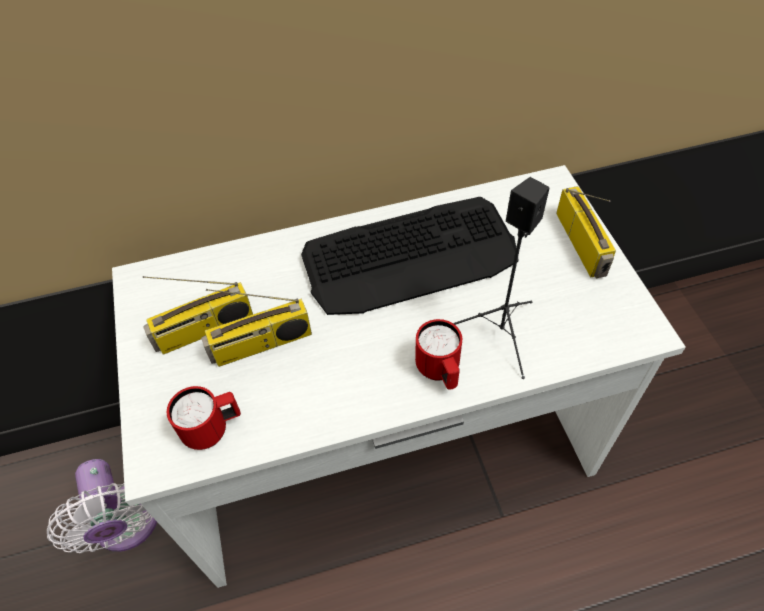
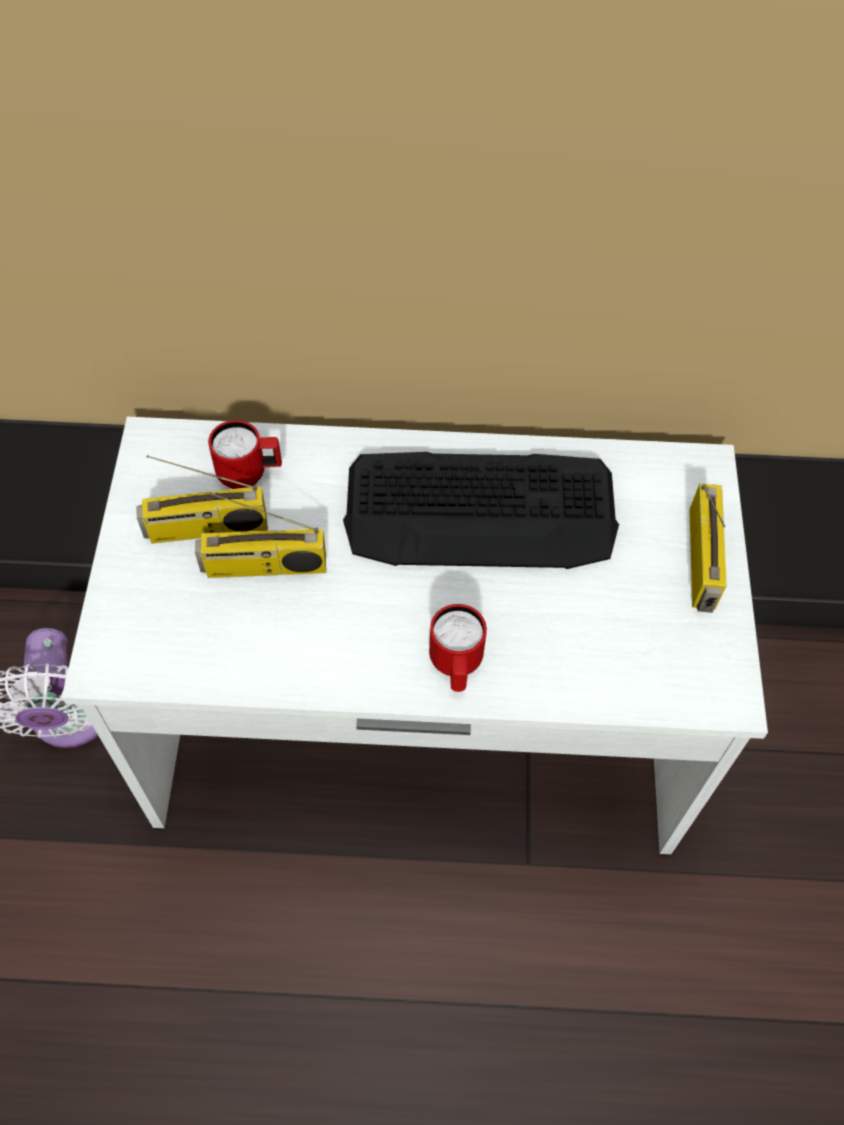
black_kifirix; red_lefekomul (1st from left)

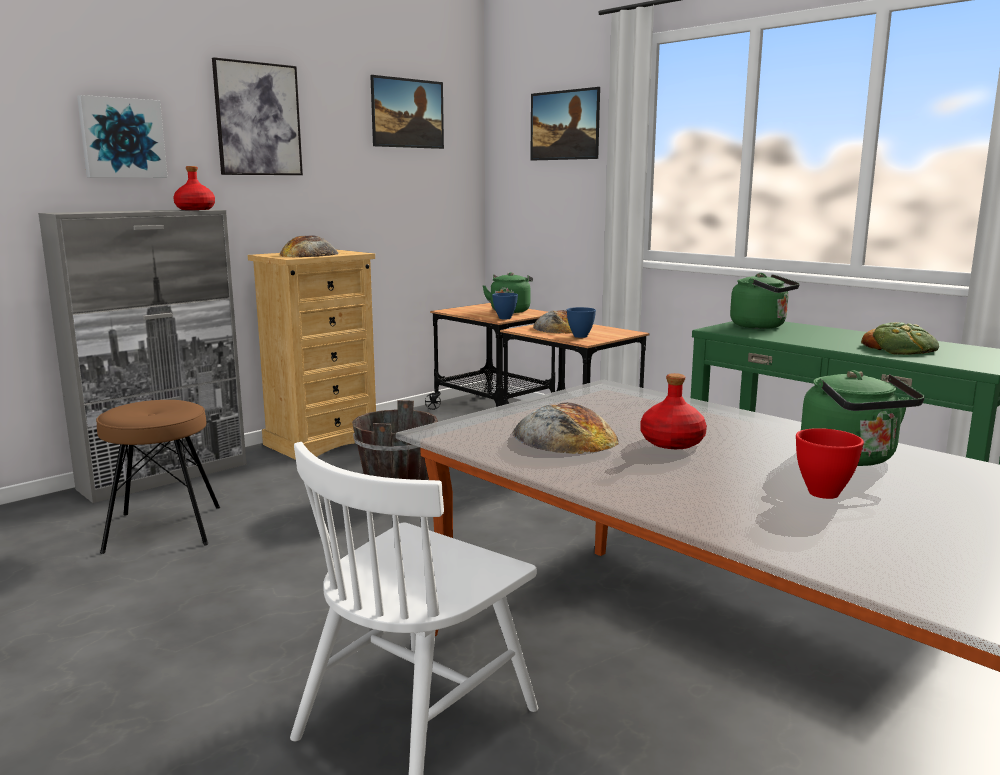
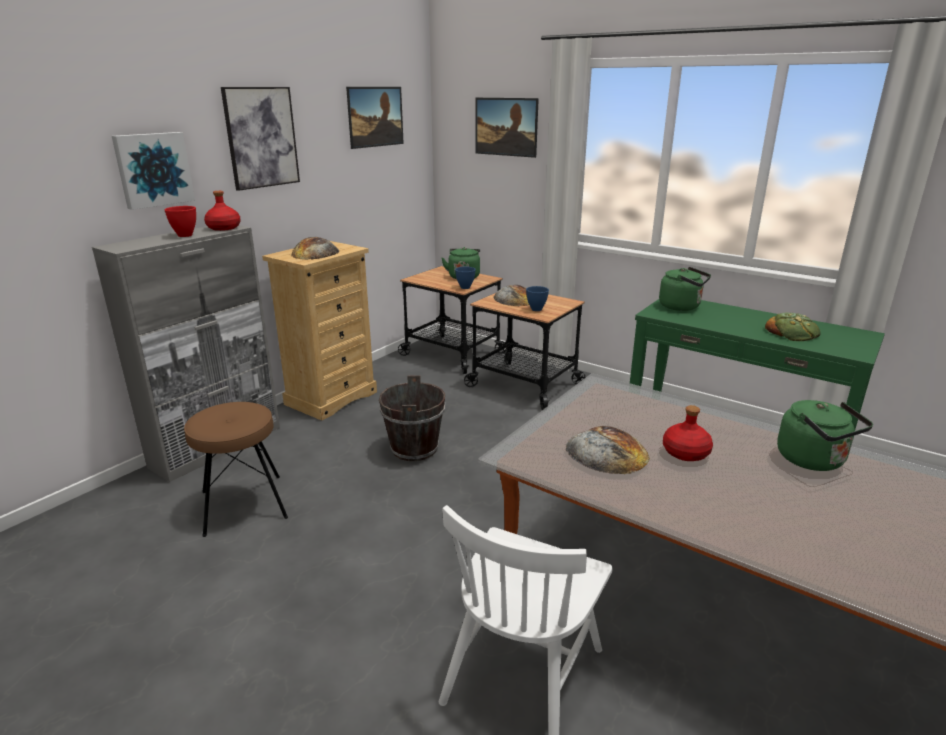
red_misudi

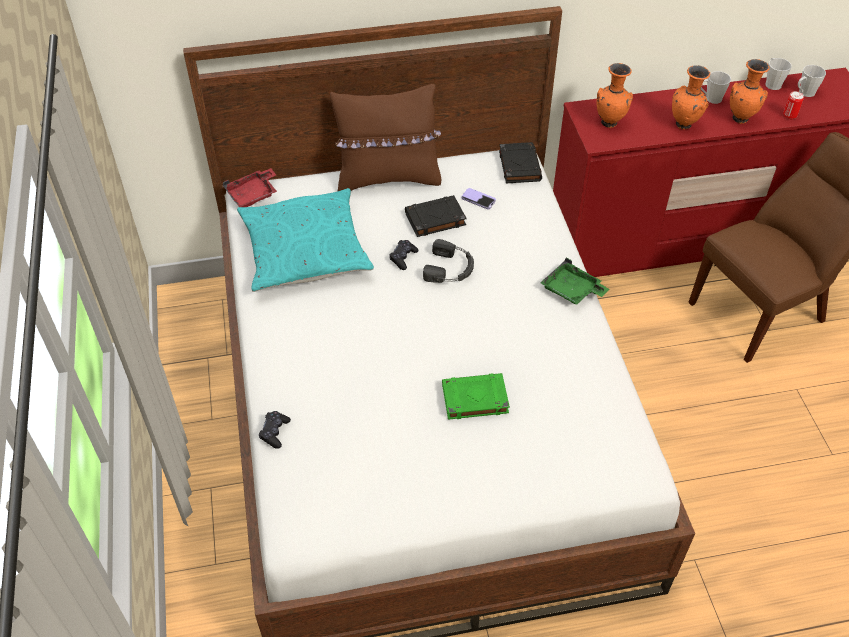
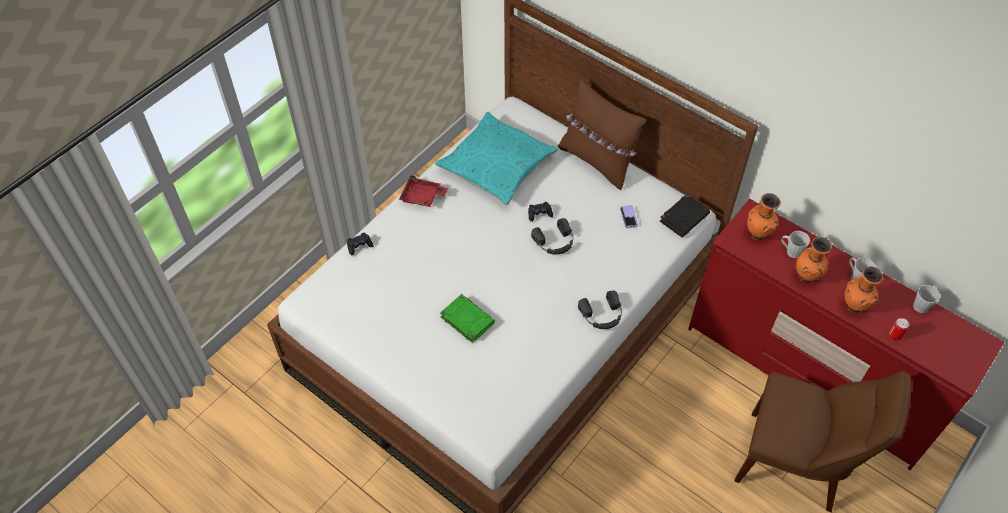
grey_lefekomul (1st from left); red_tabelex; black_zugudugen (1st from left in the first image); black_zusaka (2nd from left)

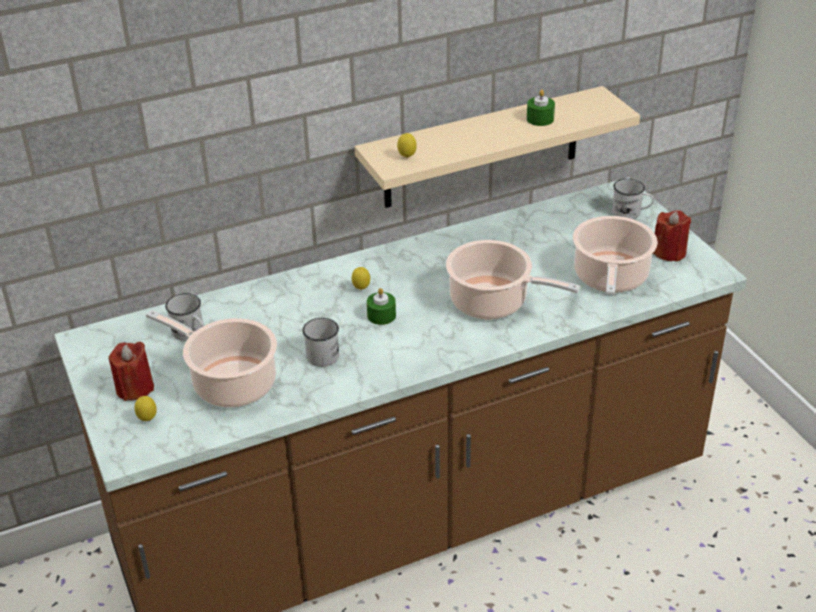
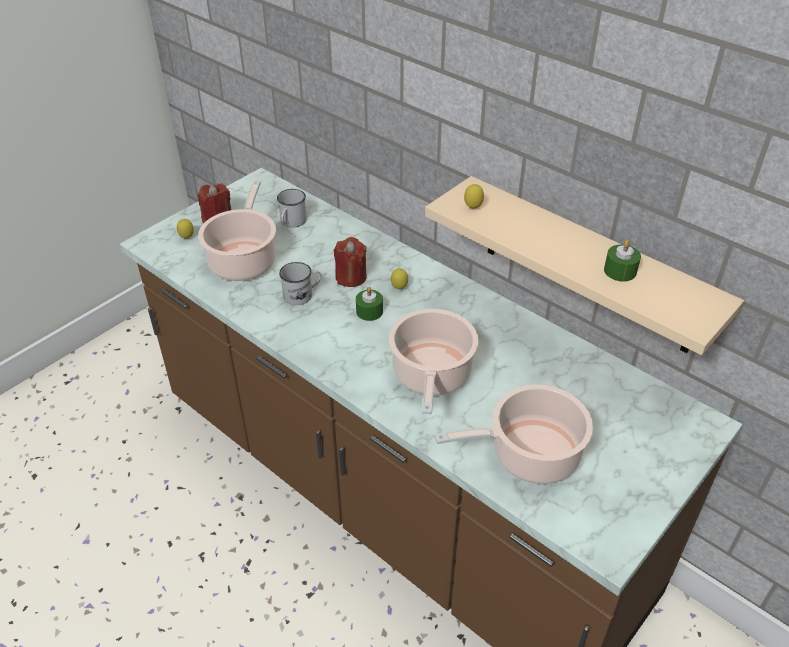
white_lefekomul (3rd from left in the first image); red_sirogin (2nd from left)

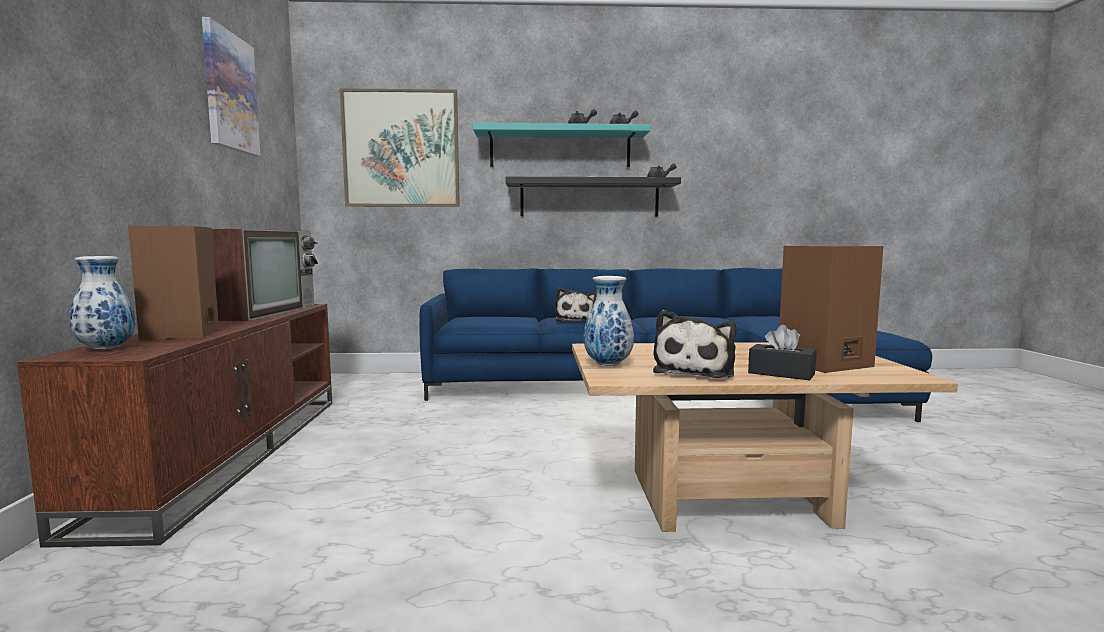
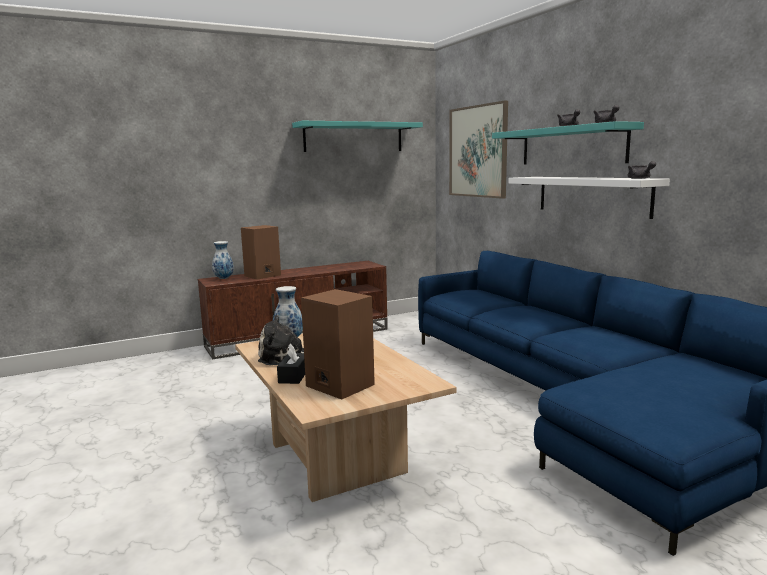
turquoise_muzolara (1st from left); white_muzolara; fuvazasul; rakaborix (1st from left in the first image)

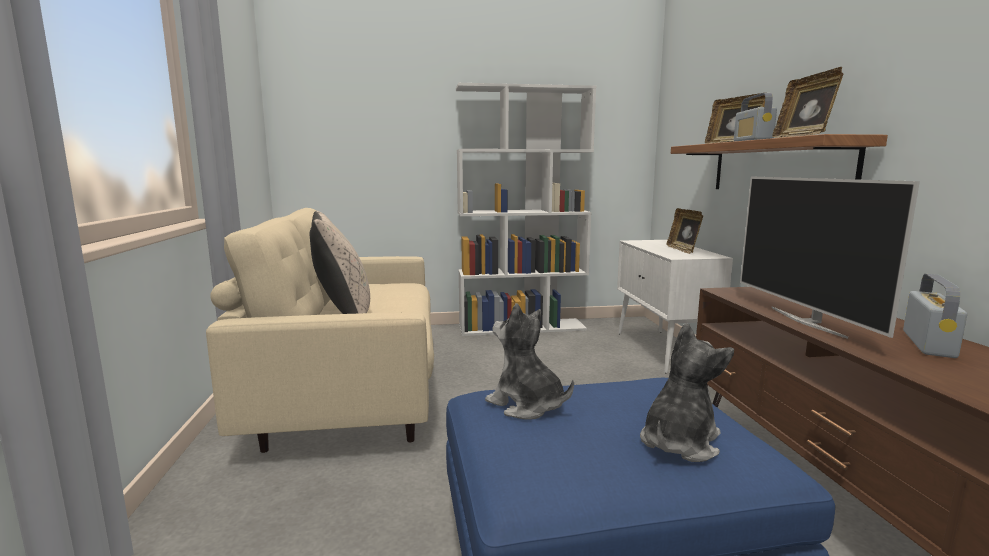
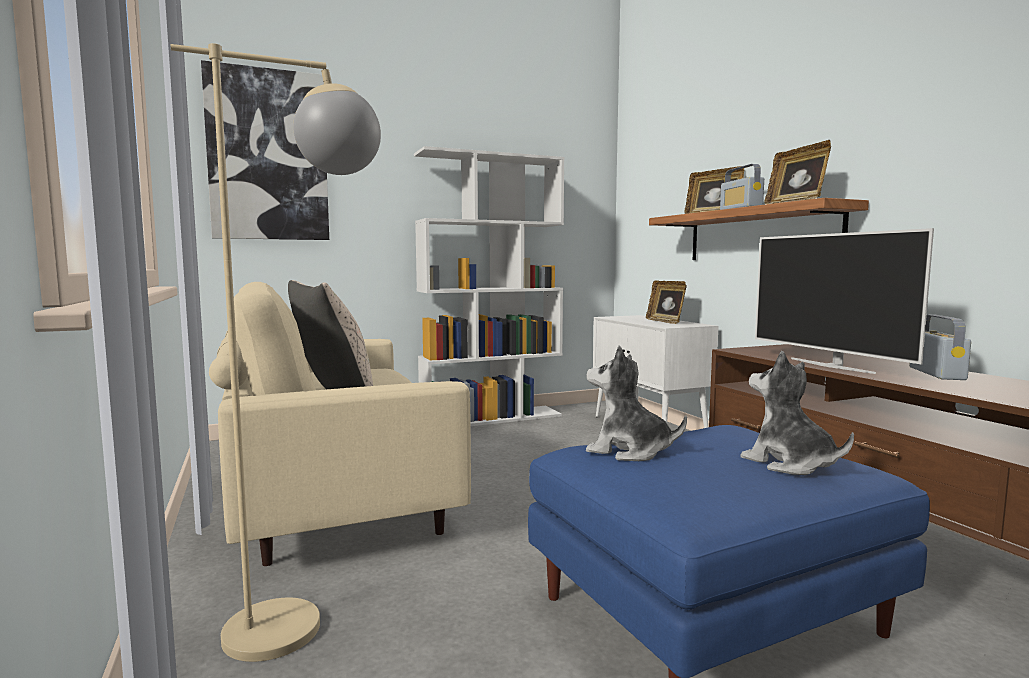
rakaborix (2nd from left); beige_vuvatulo; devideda

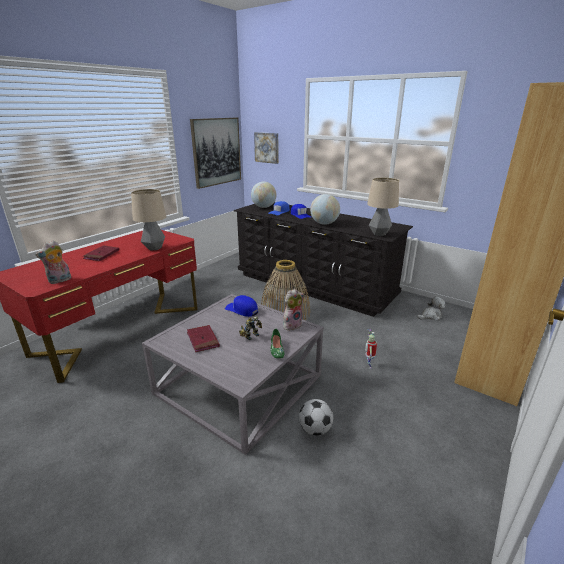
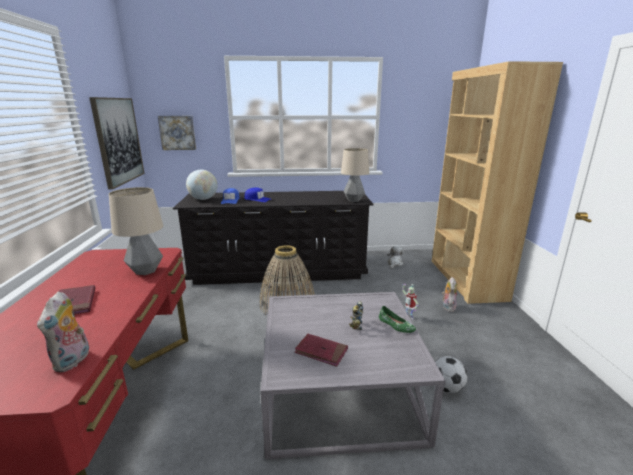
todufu (2nd from left in the first image); rakaborix (3rd from left); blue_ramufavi (1st from left in the first image)

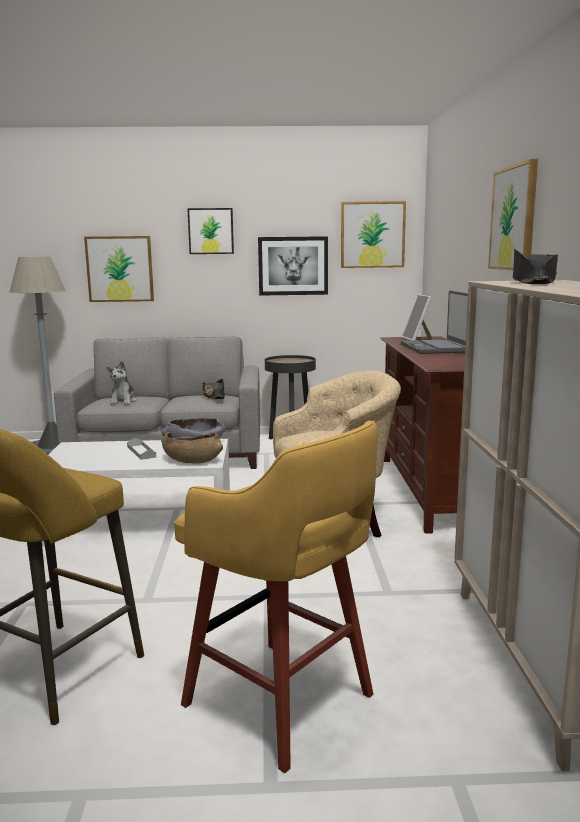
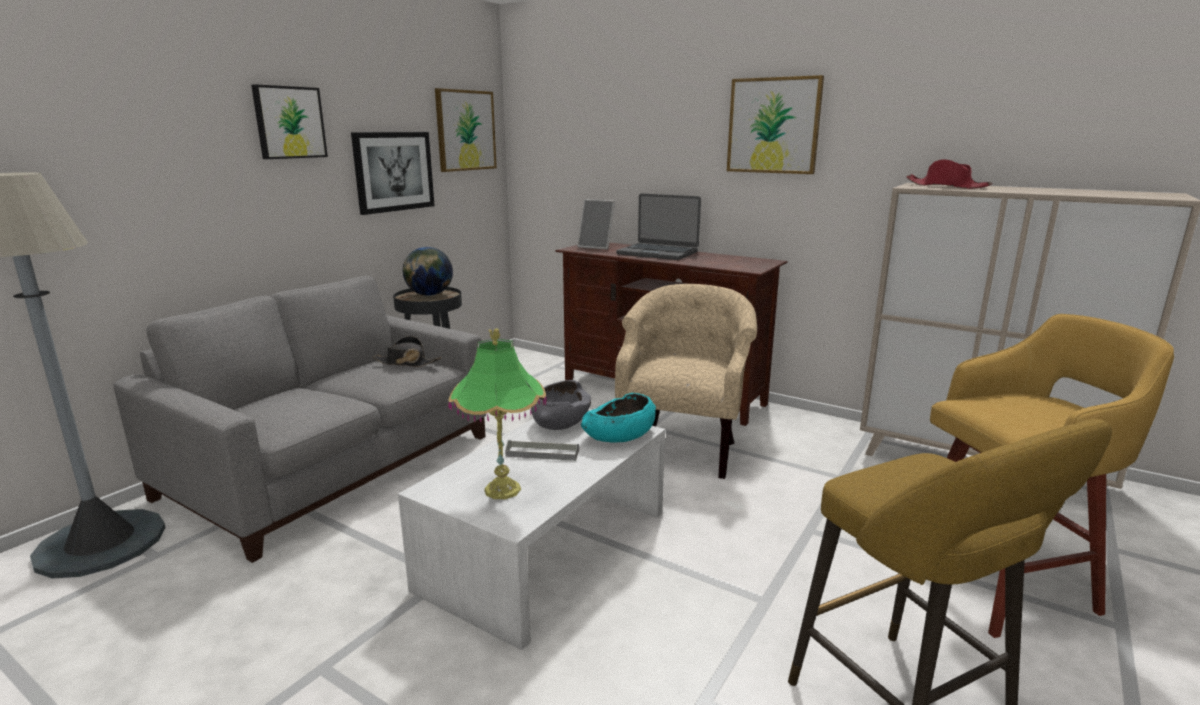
devideda (1st from left in the first image); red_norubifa; rakaborix; turquoise_misudi; todufu; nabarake

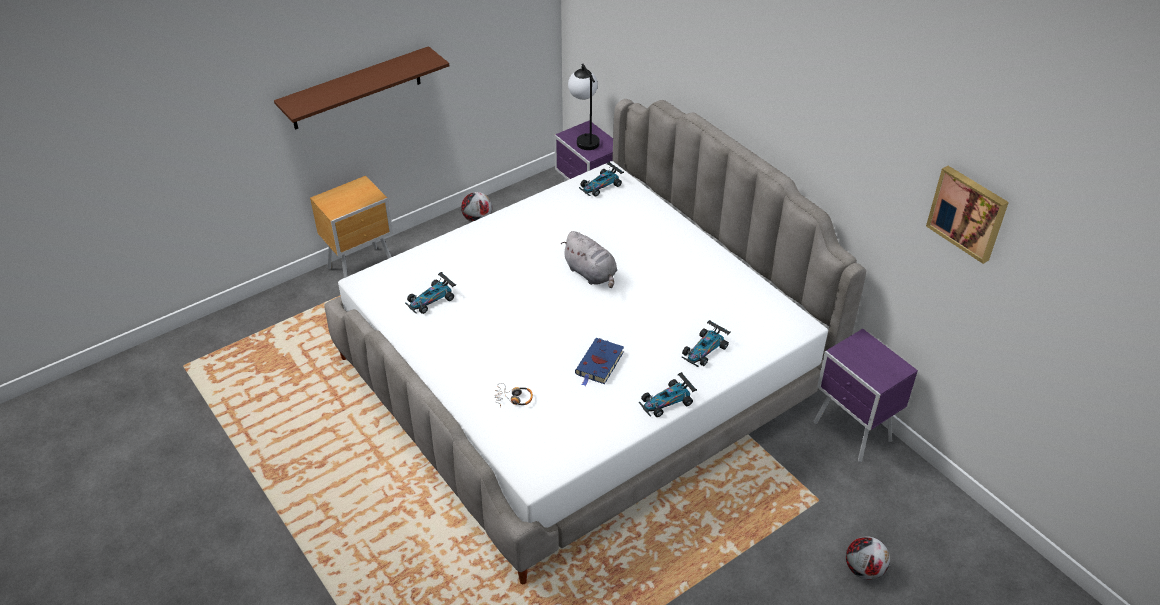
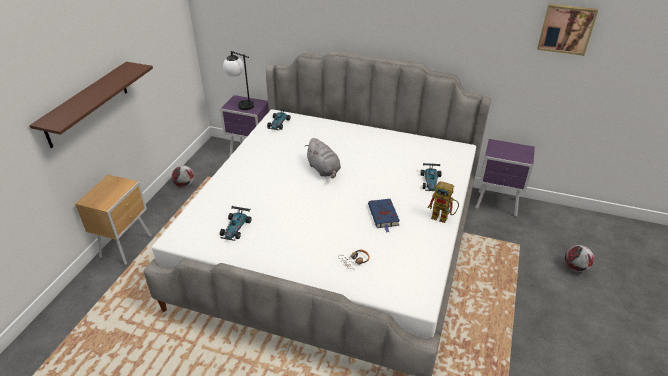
grey_rakaborix; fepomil

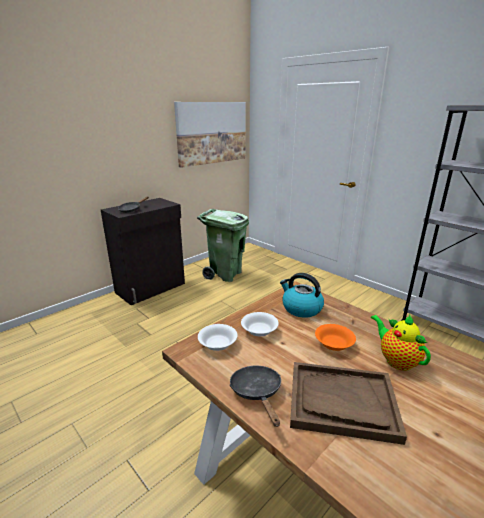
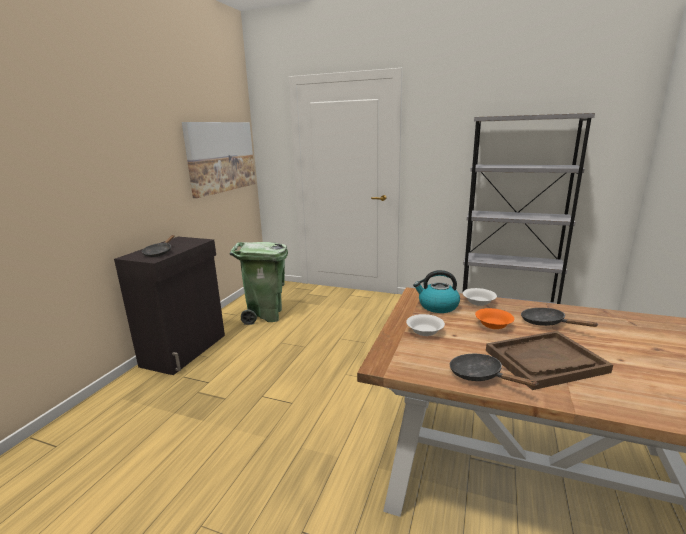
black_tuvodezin (3rd from left); white_misudi (2nd from left)

